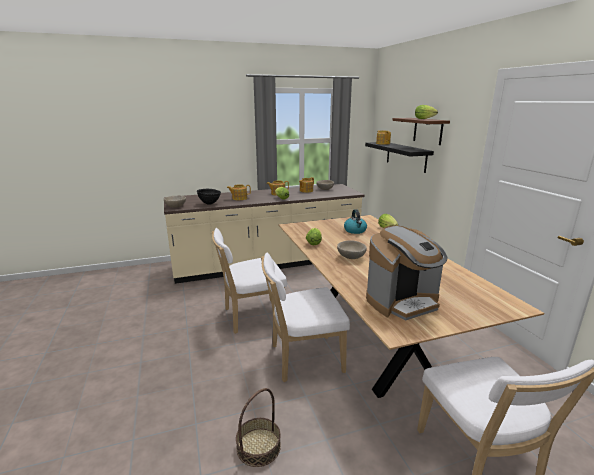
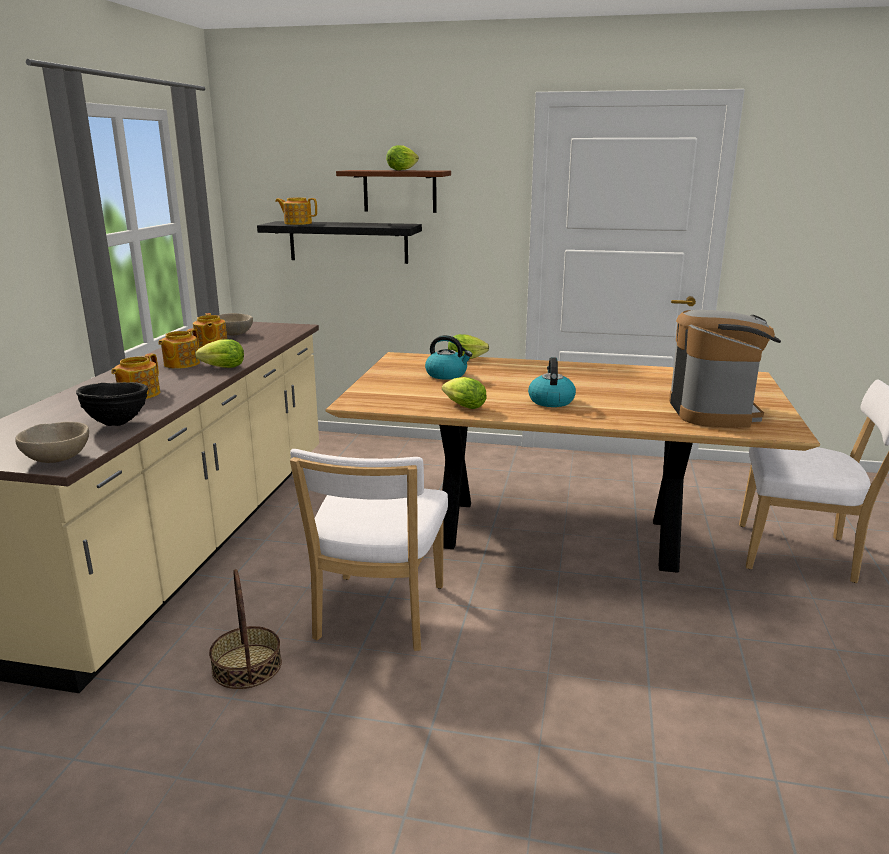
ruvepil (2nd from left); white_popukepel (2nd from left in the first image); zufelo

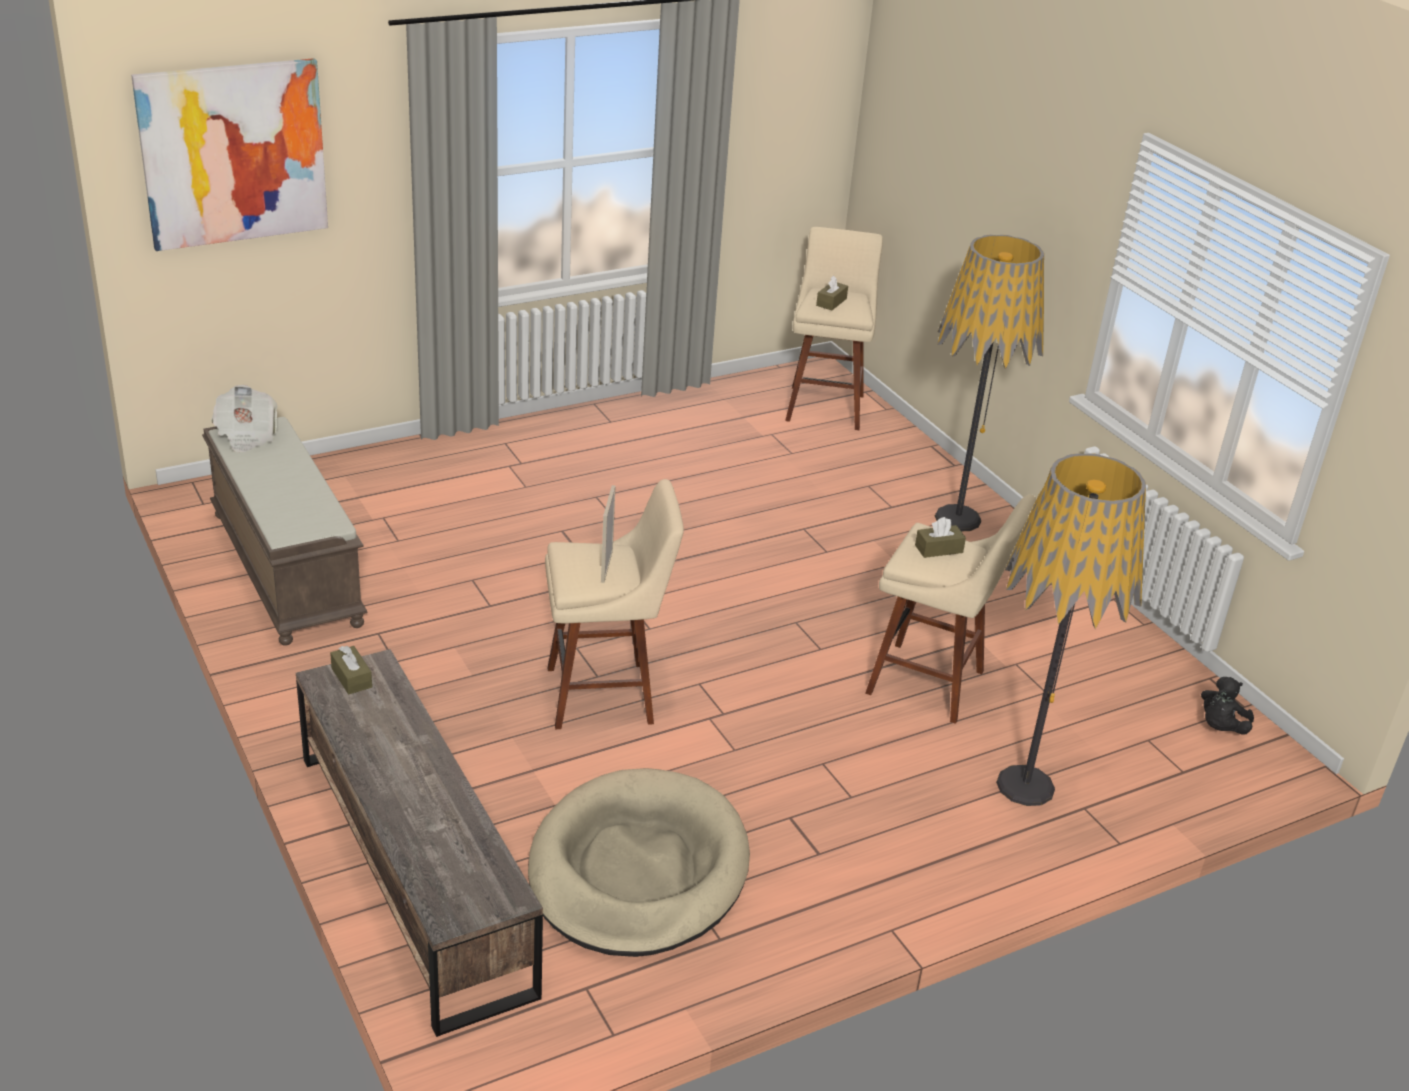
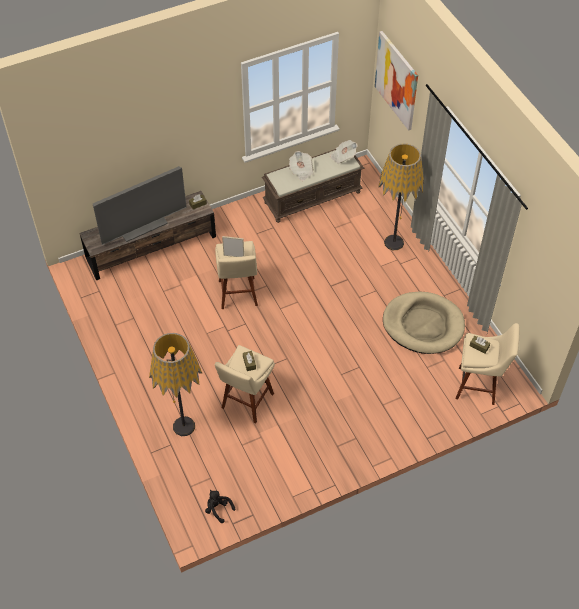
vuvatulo (2nd from left); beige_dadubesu; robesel (1st from left); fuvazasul

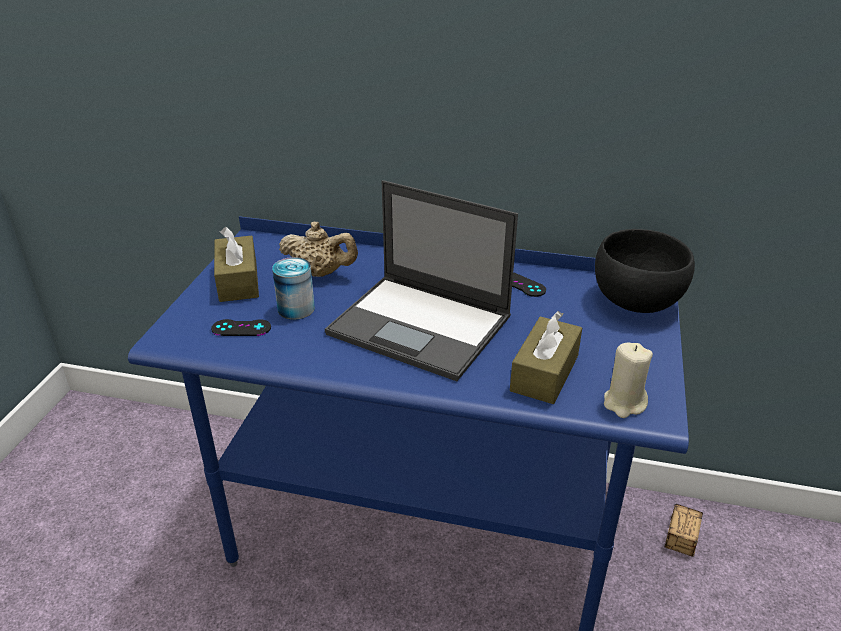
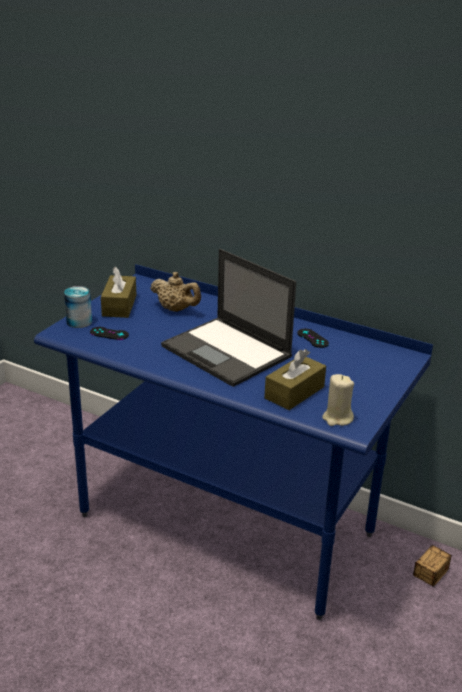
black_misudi; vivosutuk

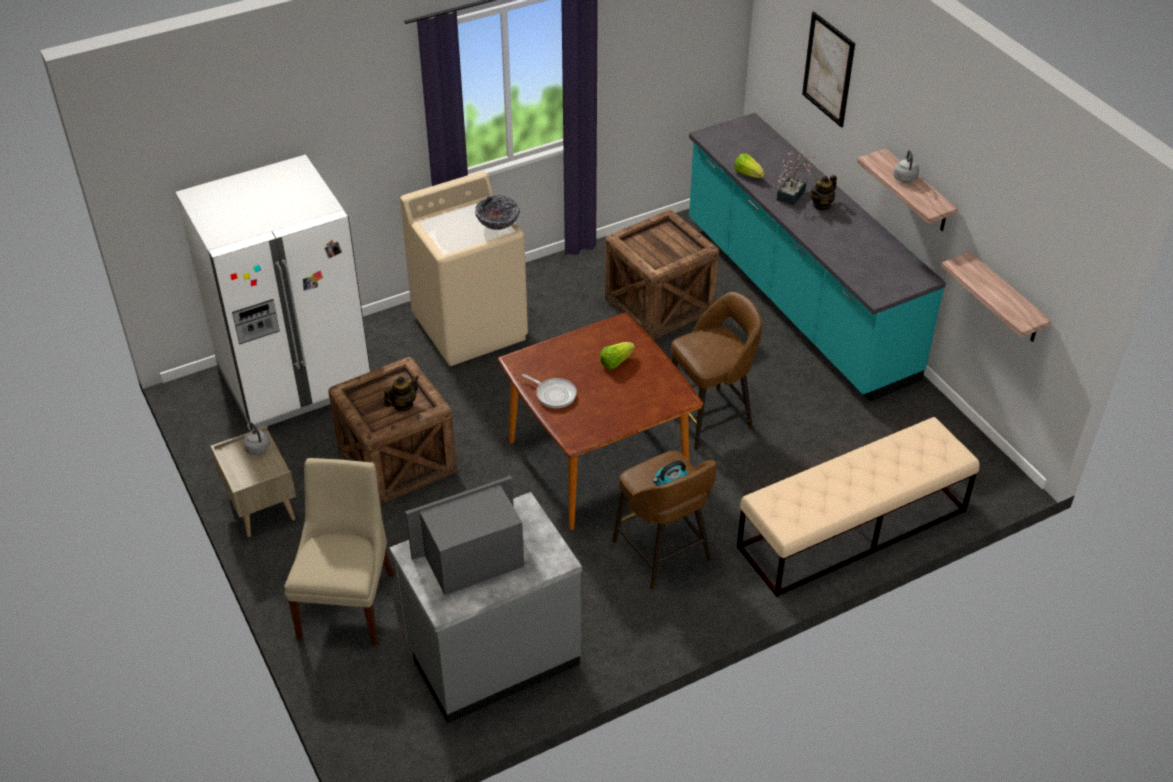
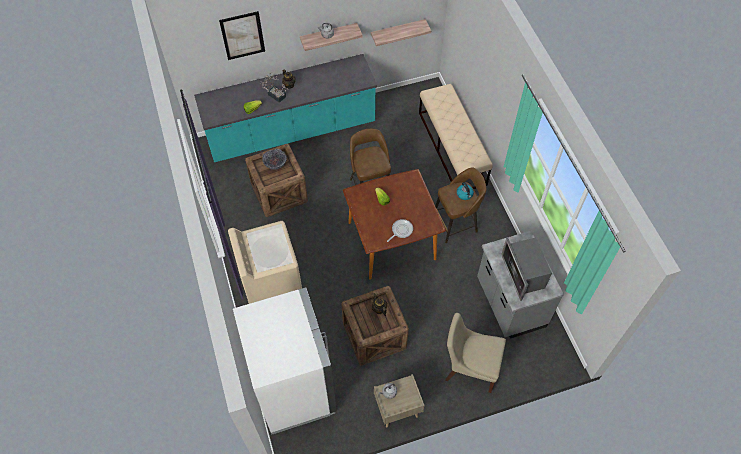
misudi

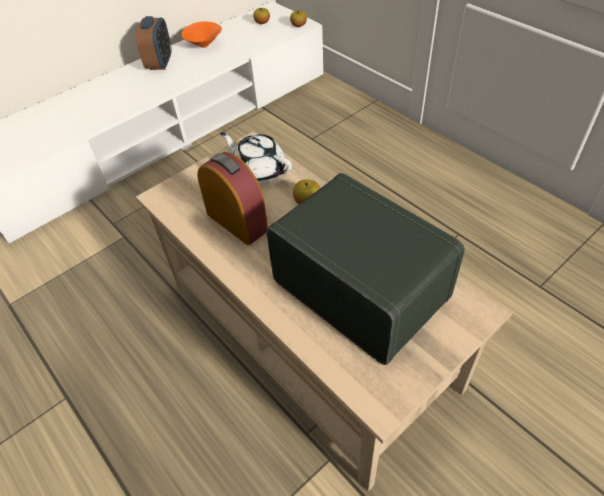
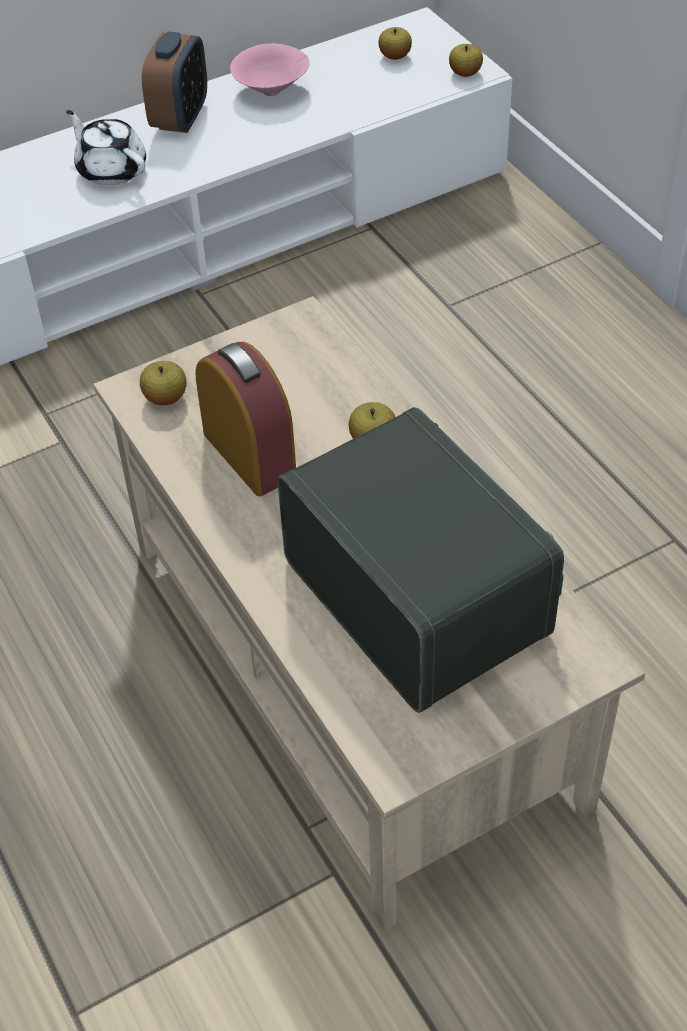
pink_misudi; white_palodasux; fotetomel (1st from left)

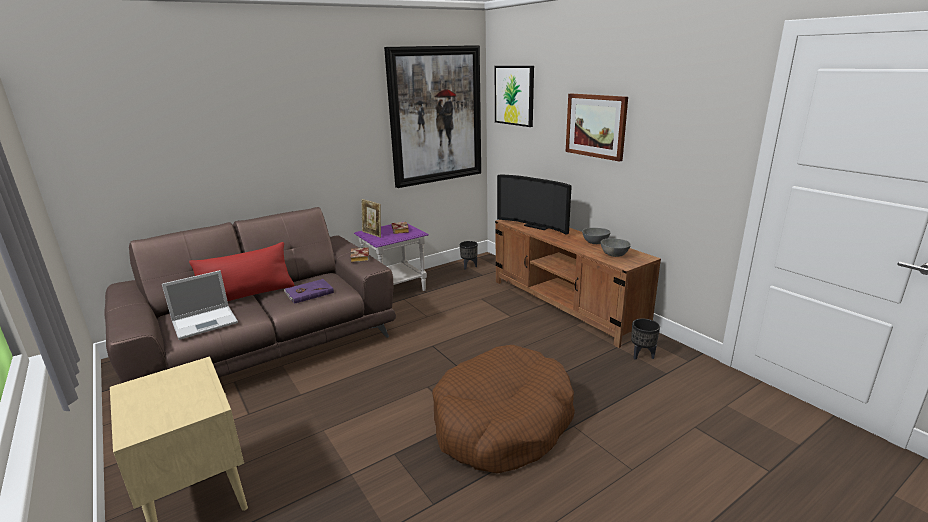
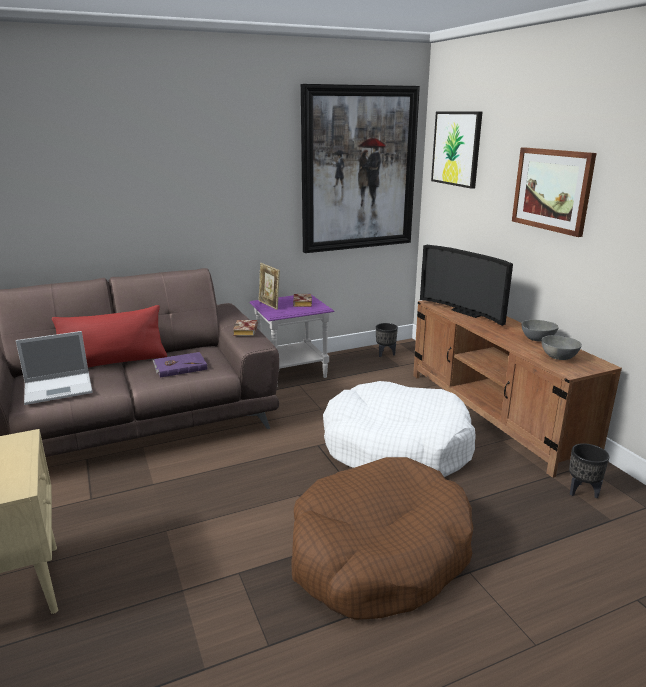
white_dadubesu

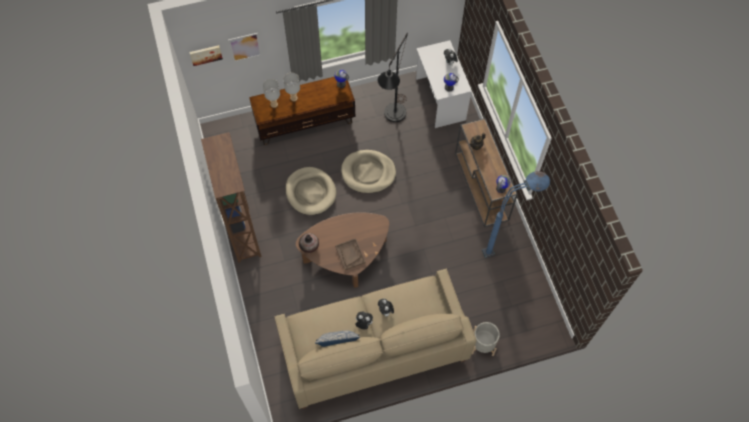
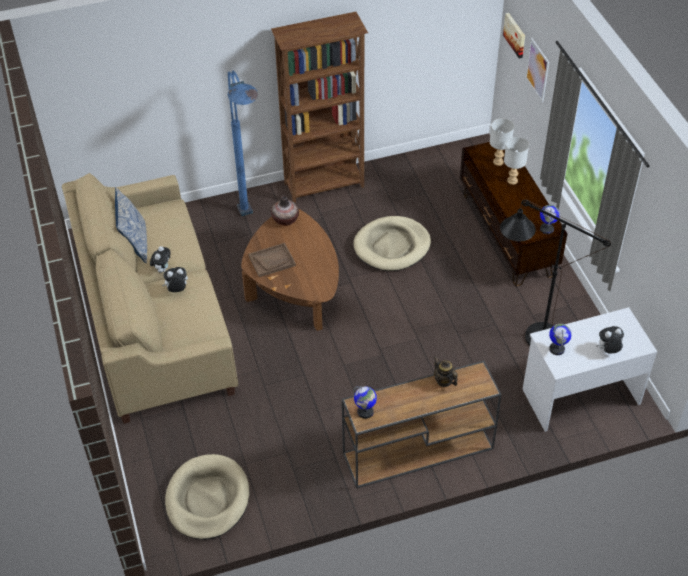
beige_dadubesu (1st from left); blue_vuvatulo; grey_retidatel

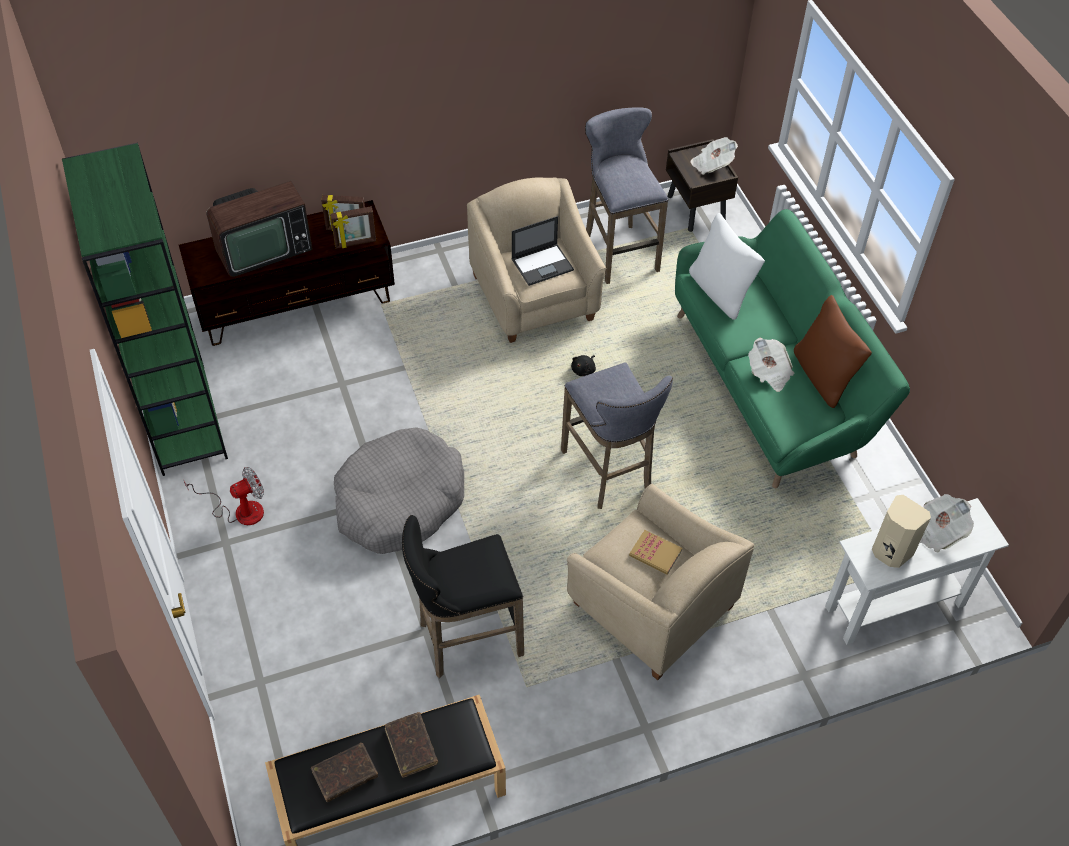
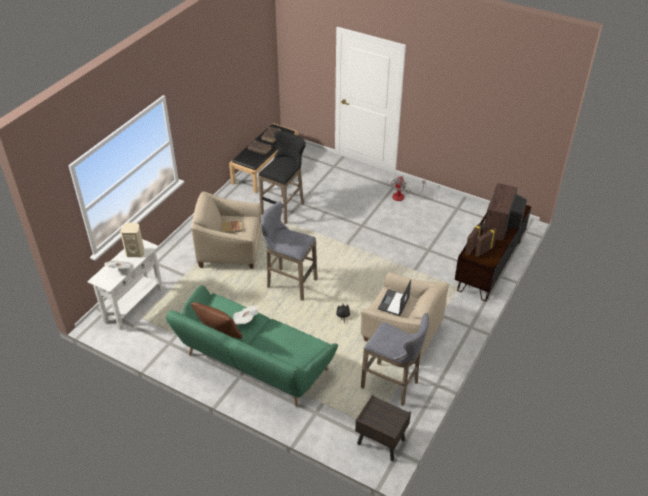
robesel (1st from left in the first image); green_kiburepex; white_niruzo; grey_dadubesu

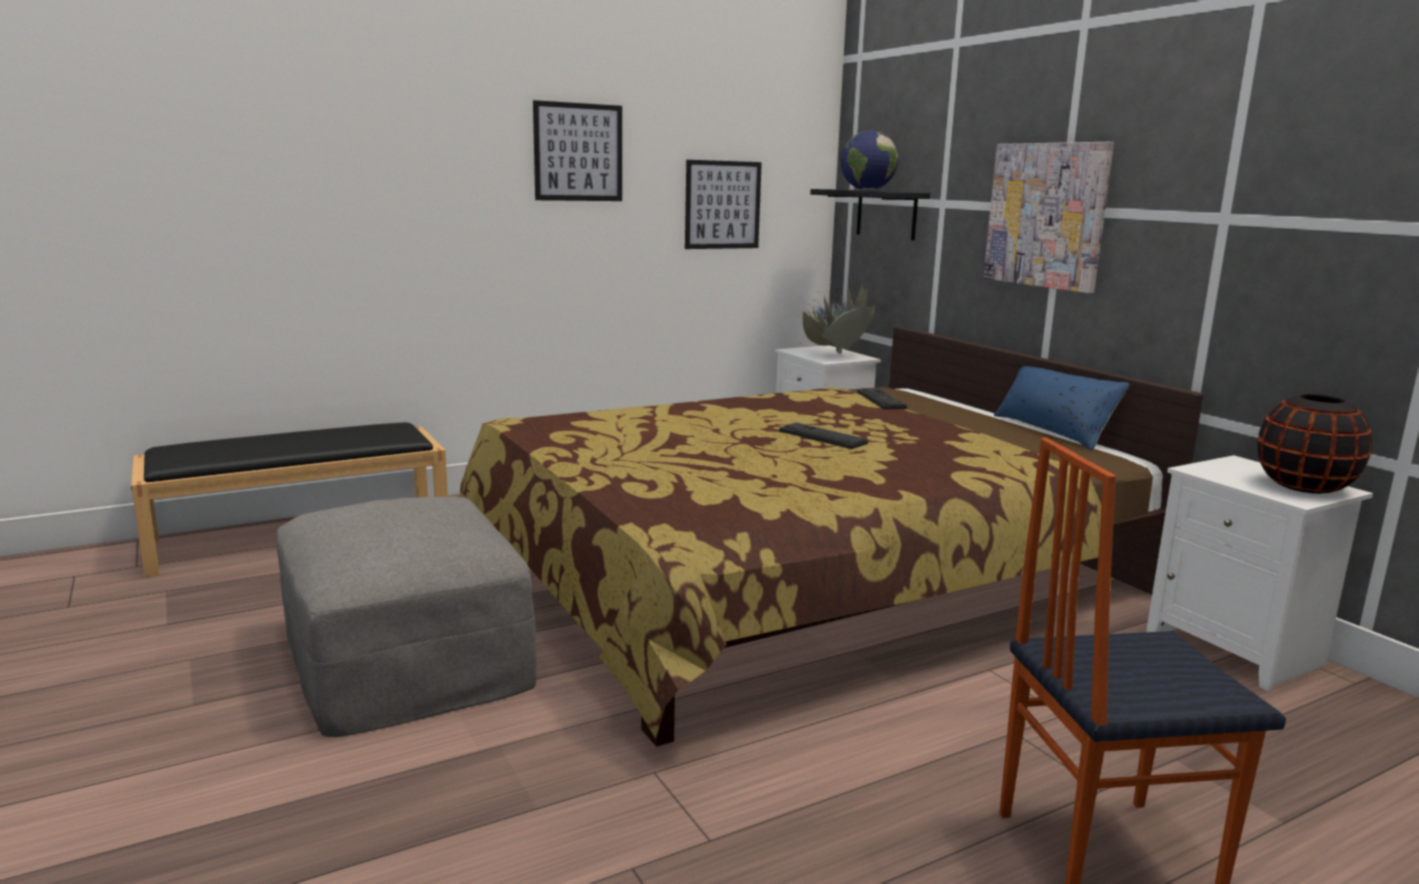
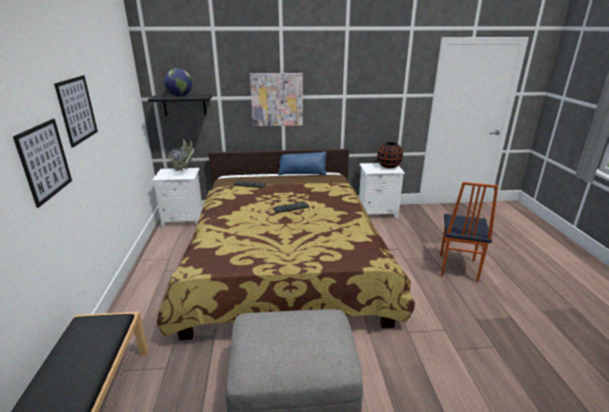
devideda (1st from left)

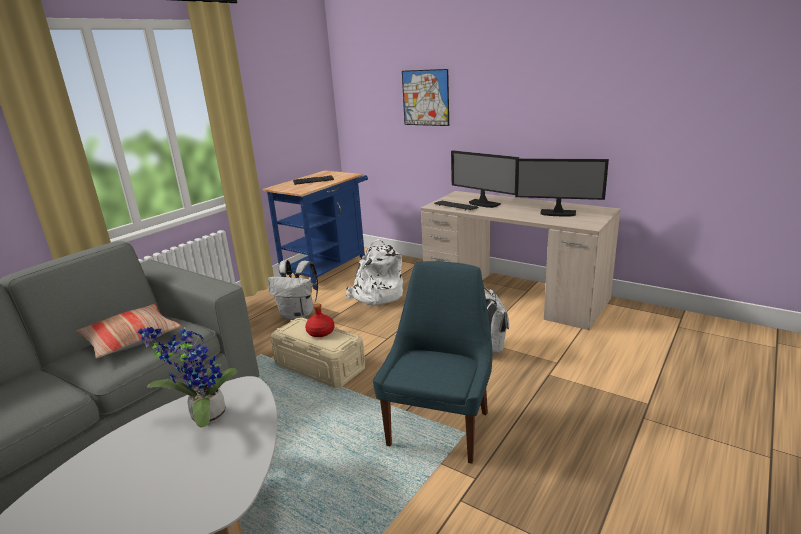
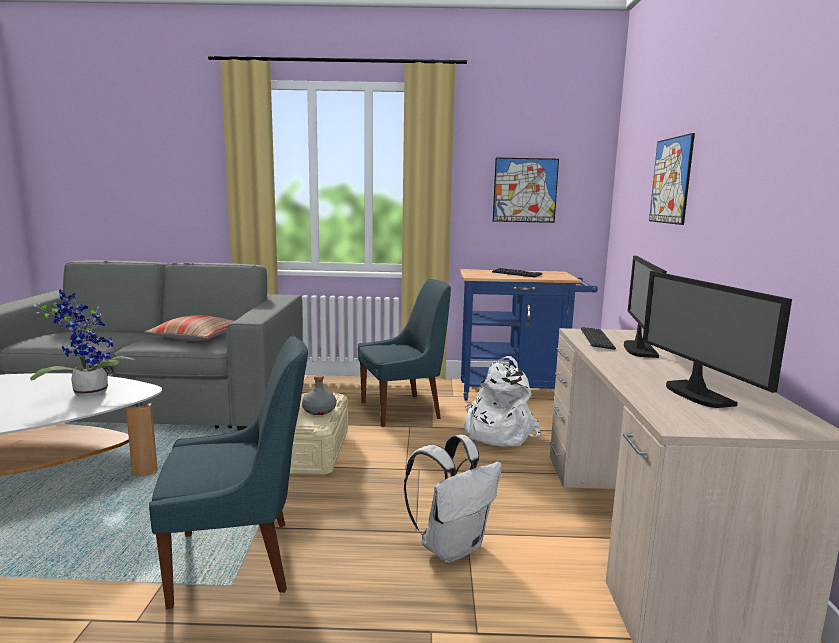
blue_popukepel (2nd from left); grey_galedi; devideda (1st from left)

